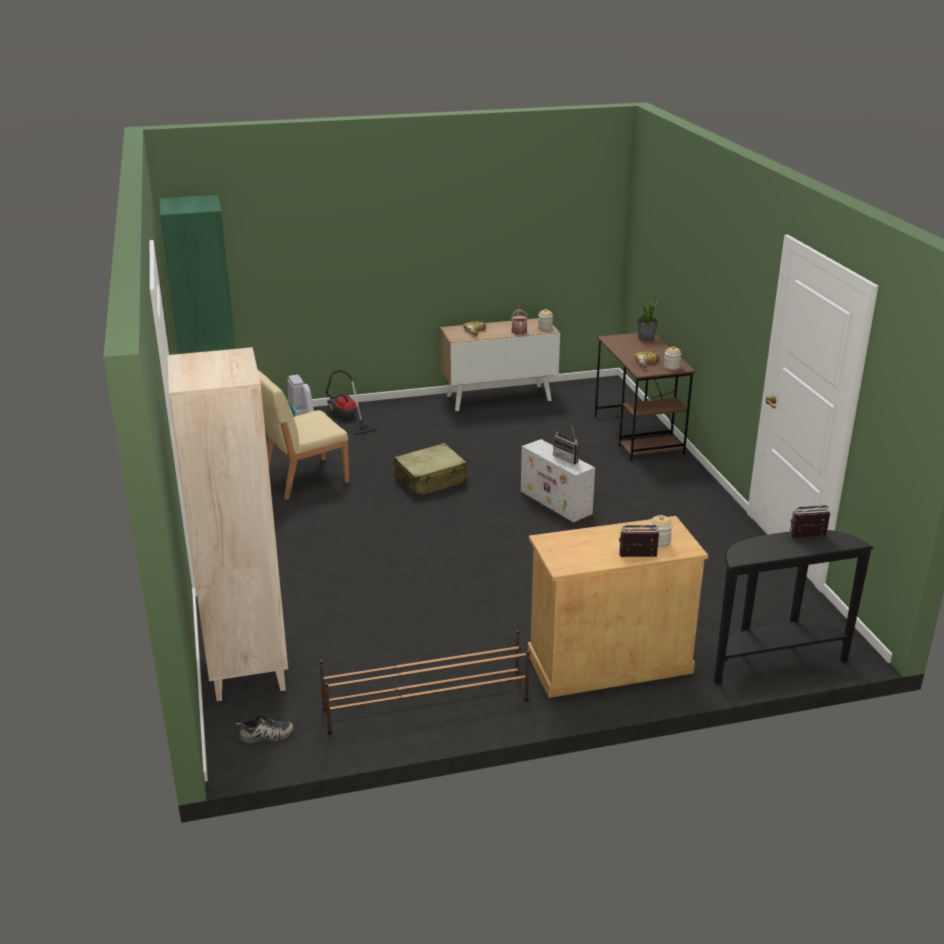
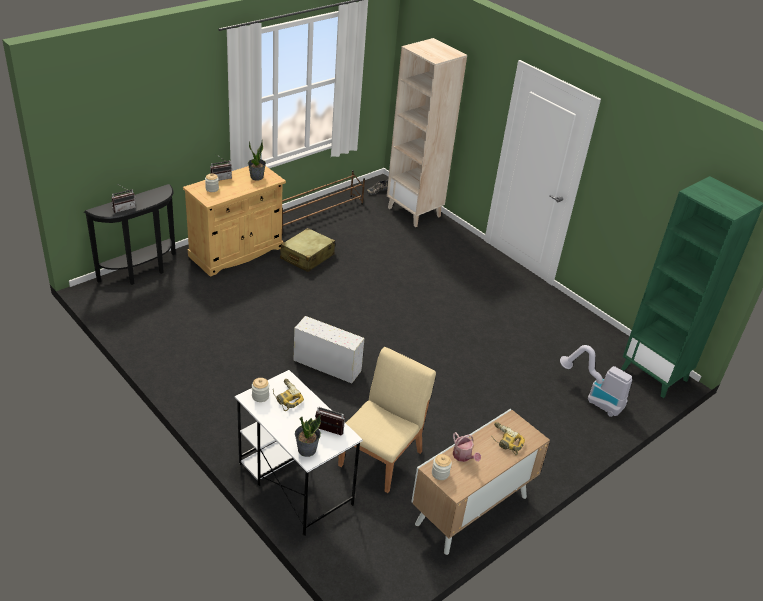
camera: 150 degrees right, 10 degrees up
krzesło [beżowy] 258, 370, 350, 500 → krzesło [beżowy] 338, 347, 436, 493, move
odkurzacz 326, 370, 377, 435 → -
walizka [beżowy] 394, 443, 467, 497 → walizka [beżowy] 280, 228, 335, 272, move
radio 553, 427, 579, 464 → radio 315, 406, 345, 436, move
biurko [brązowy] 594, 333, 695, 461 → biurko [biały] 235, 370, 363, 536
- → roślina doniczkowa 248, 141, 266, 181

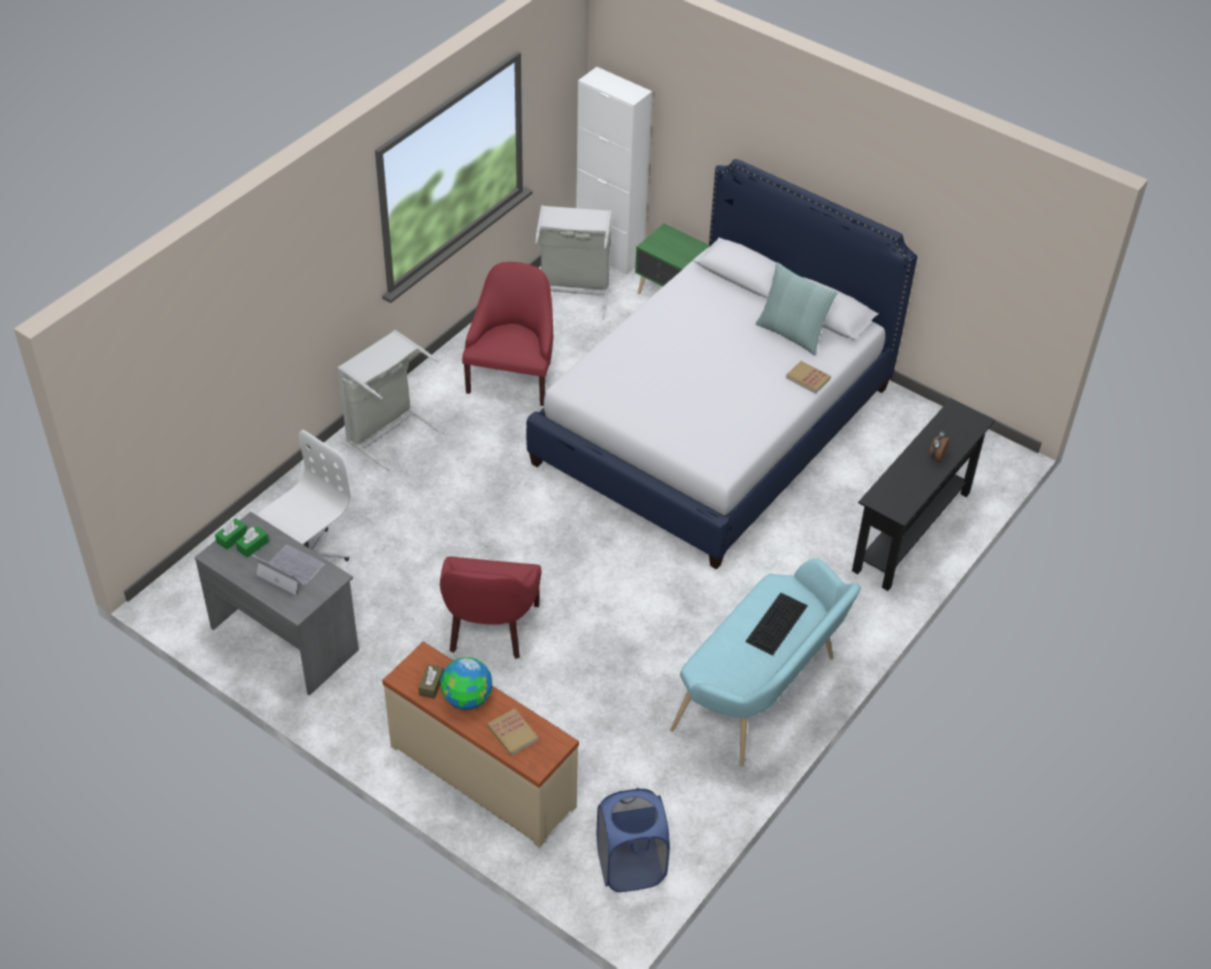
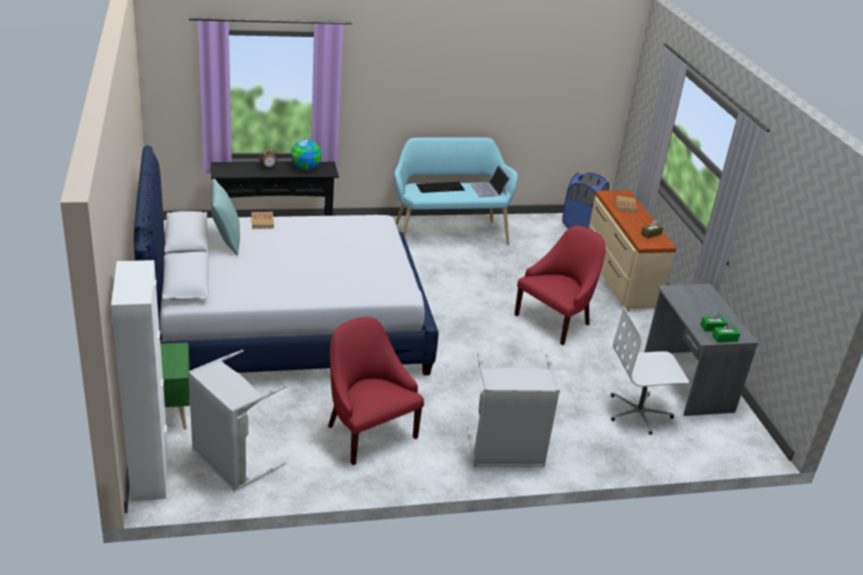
camera: 140 degrees left, 15 degrees down
laptop 251, 545, 324, 595 → laptop 470, 165, 510, 197, move
globus 441, 657, 492, 710 → globus 291, 140, 322, 170, move
fotel [czerwony] 462, 262, 553, 406 → fotel [czerwony] 328, 317, 424, 465, 90 degrees clockwise

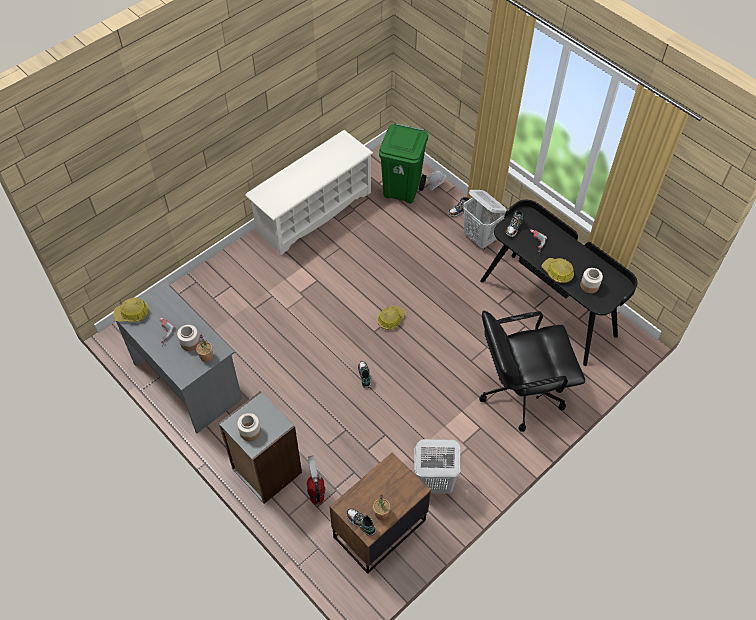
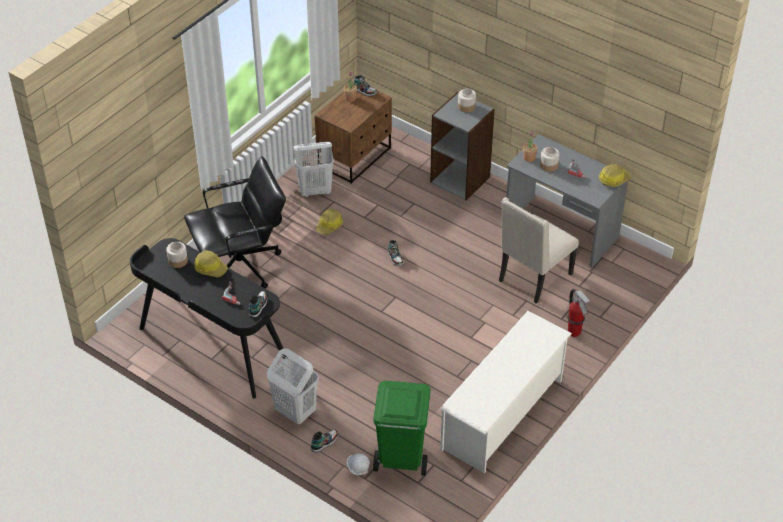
camera: 170 degrees right, 10 degrees down
gaśnica 307, 455, 325, 505 → gaśnica 568, 289, 591, 337, move
kask 377, 305, 406, 330 → kask 316, 209, 343, 235, move
- → krzesło [beżowy] 499, 197, 579, 304

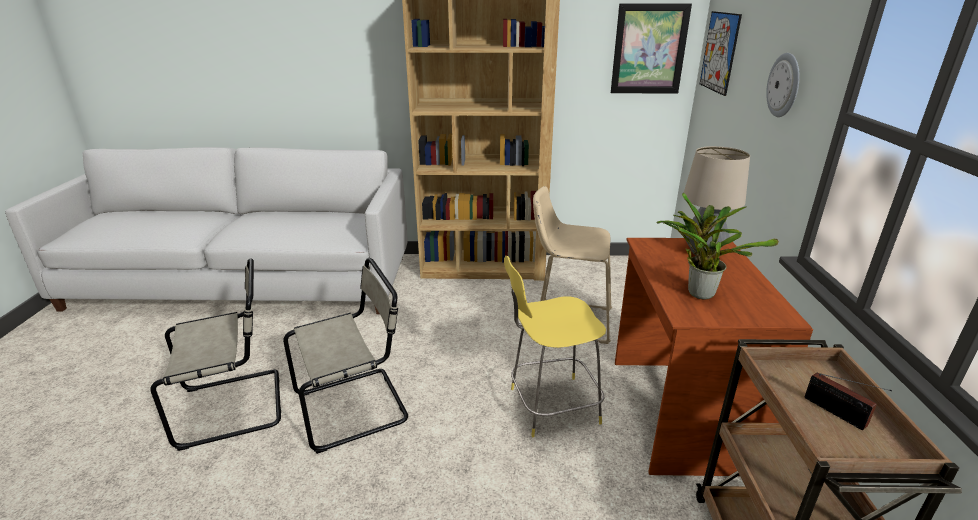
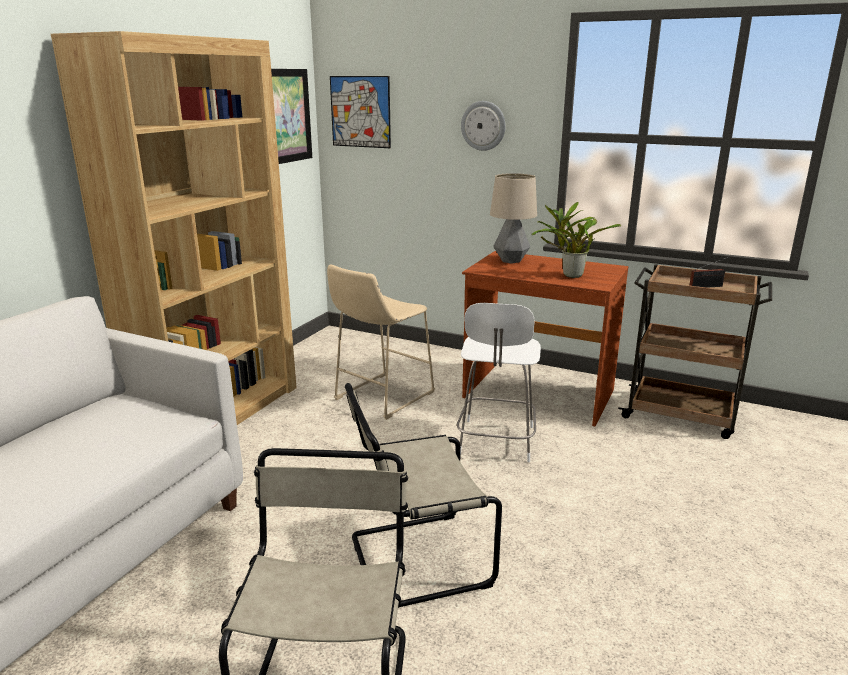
camera: 65 degrees left, 5 degrees down
krzesło [beżowy] 283, 258, 408, 454 → krzesło [beżowy] 345, 383, 502, 608, 105 degrees counterclockwise
stołek [żółty] 504, 256, 606, 437 → stołek [biały] 457, 303, 541, 462

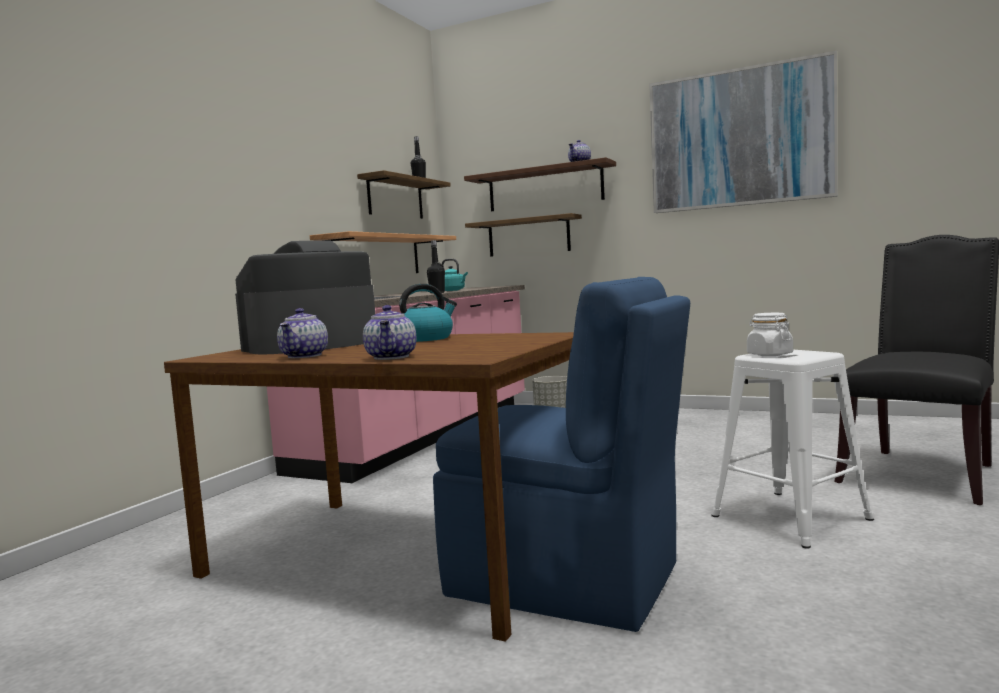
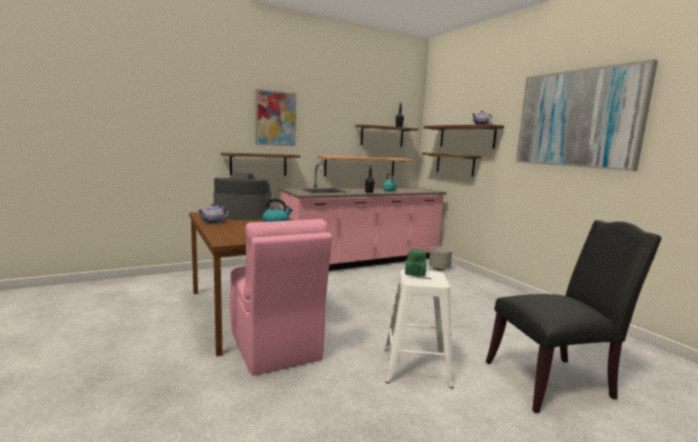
camera: 35 degrees right, 5 degrees up
imbryk 363, 305, 416, 360 → -
krzesło [niebieski] 433, 277, 690, 632 → krzesło [różowy] 230, 219, 332, 376
słoik [biały] 747, 313, 793, 356 → słoik [zielony] 405, 249, 427, 277
- → półka 221, 152, 300, 176
- → obraz 256, 89, 296, 146

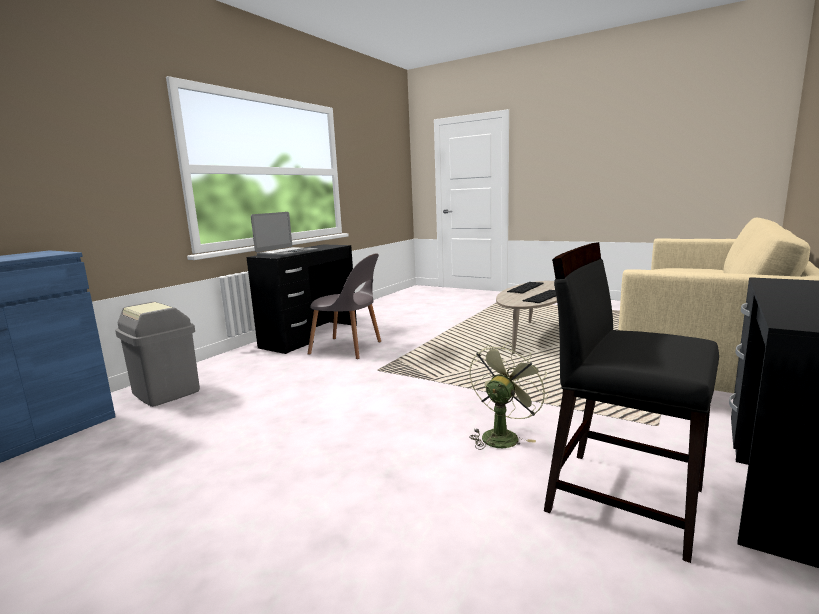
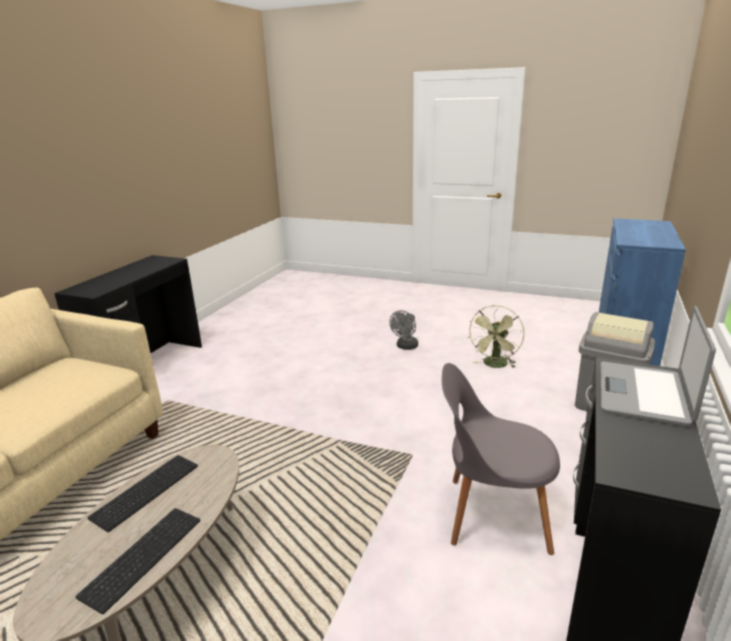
camera: 170 degrees right, 10 degrees up
wentylator [zielony] 469, 342, 548, 450 → wentylator [zielony] 468, 305, 524, 368, move
krzesło [czarny] 544, 242, 719, 563 → -
- → wentylator [szary] 389, 310, 418, 350

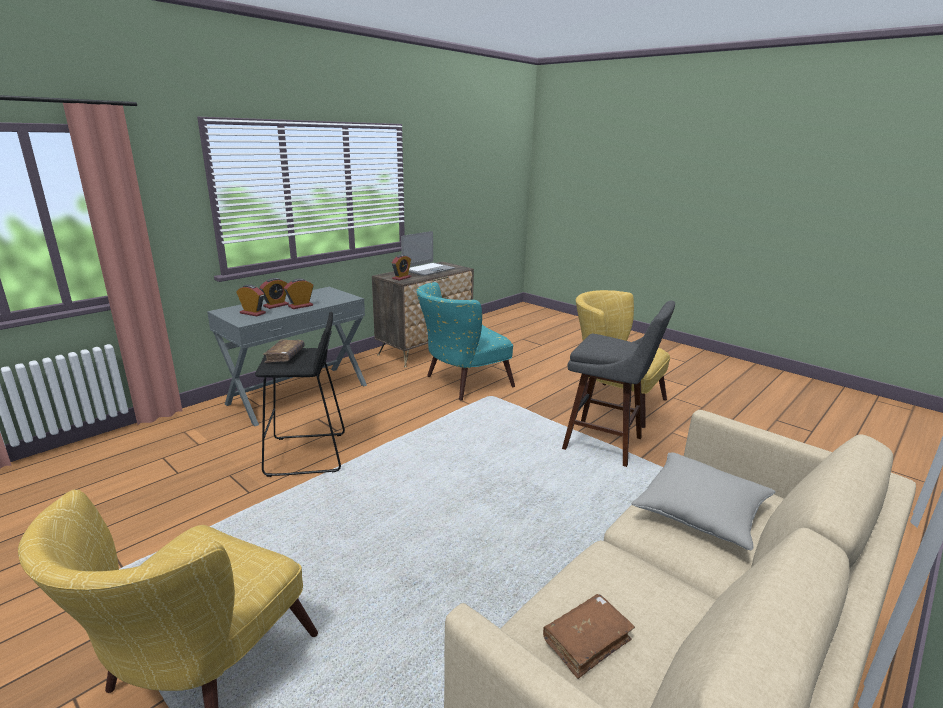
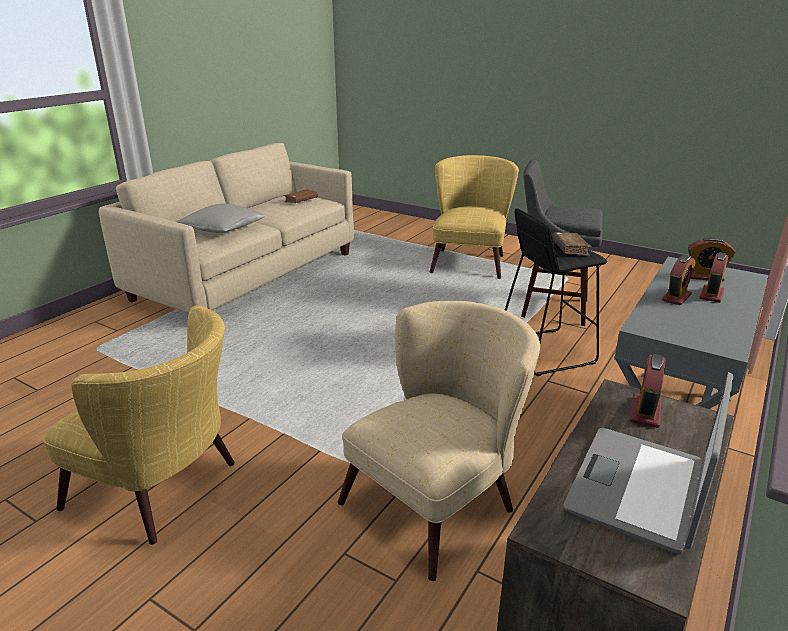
camera: 170 degrees right, 5 degrees up
fotel [turkusowy] 416, 282, 515, 400 → fotel [beżowy] 338, 301, 540, 581
stołek [szary] 562, 300, 675, 467 → stołek [szary] 521, 159, 603, 326, move

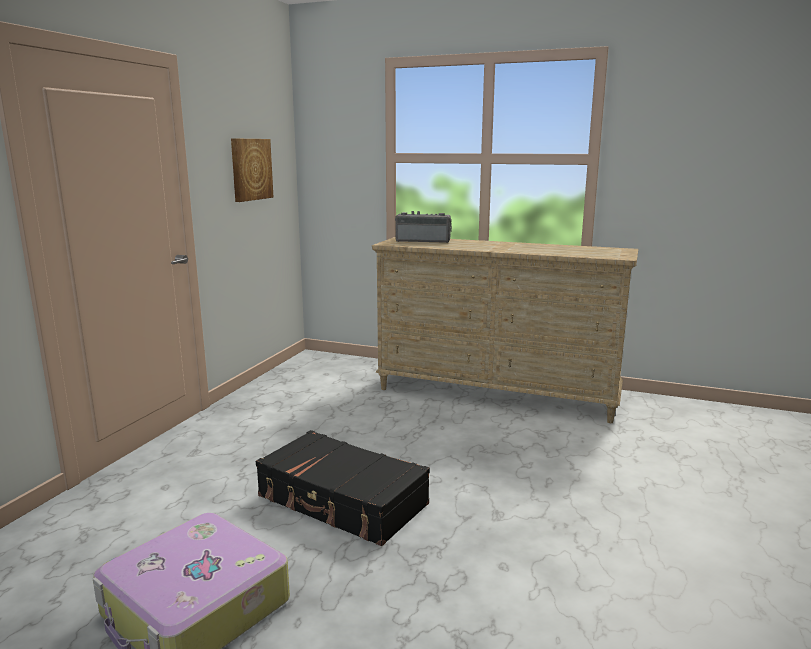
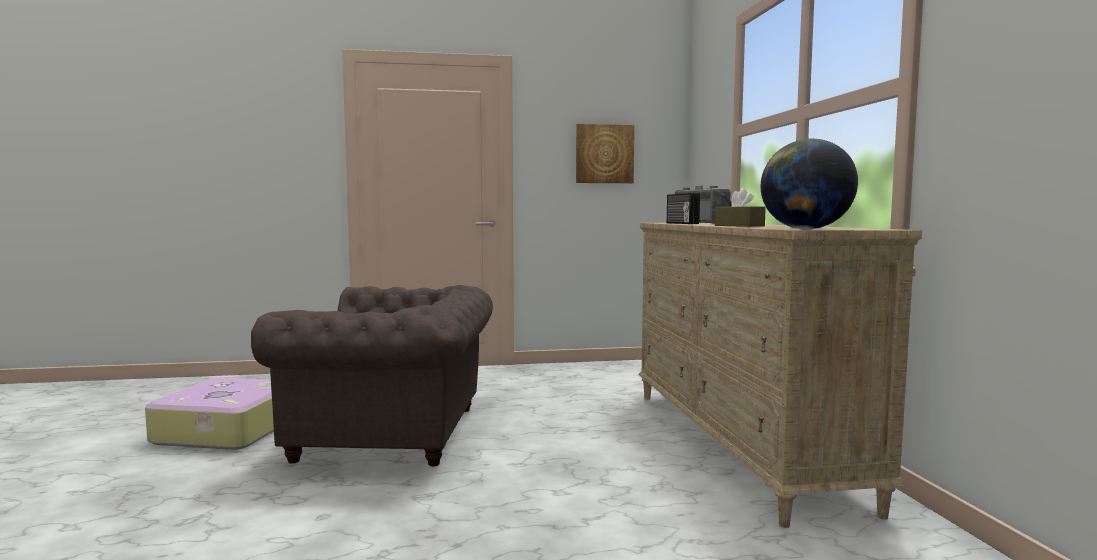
camera: 60 degrees right, 10 degrees down
walizka [czarny] 256, 430, 430, 546 → fotel [brązowy] 251, 285, 493, 466
- → radio 667, 193, 700, 224
- → pudełko chusteczek [brązowy] 715, 188, 766, 227
- → globus 761, 139, 858, 229

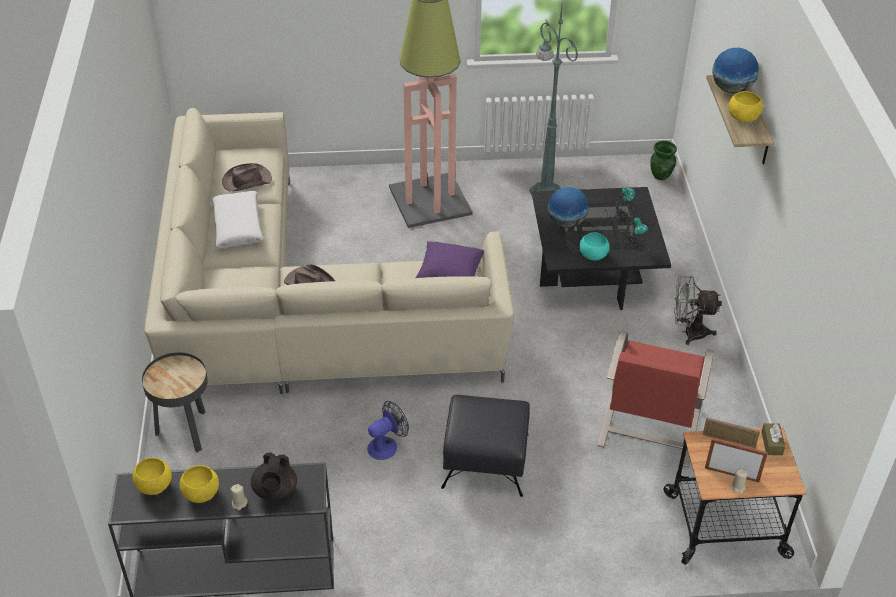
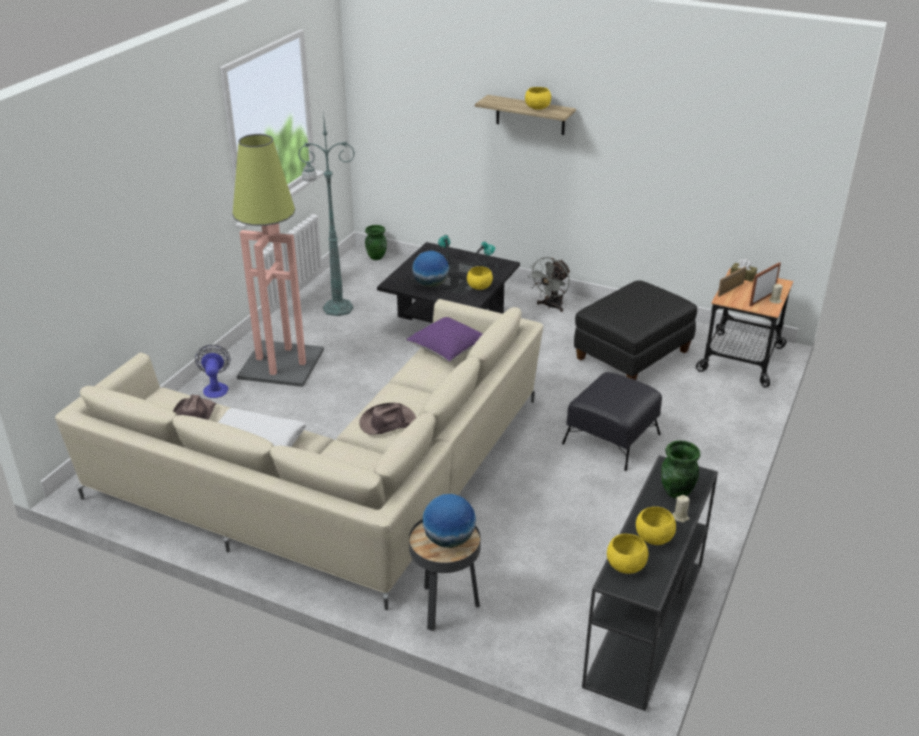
camera: 60 degrees left, 10 degrees down
imbryk [czarny] 251, 452, 297, 501 → wazon [zielony] 661, 440, 701, 499
wentylator 367, 401, 409, 460 → wentylator 195, 345, 230, 398, move
miska [turkusowy] 579, 232, 610, 261 → miska [żółty] 467, 266, 493, 290
fotel [czerwony] 597, 330, 714, 467 → pufa [czarny] 574, 280, 697, 380
globus 712, 48, 759, 93 → globus 423, 494, 476, 548, move

